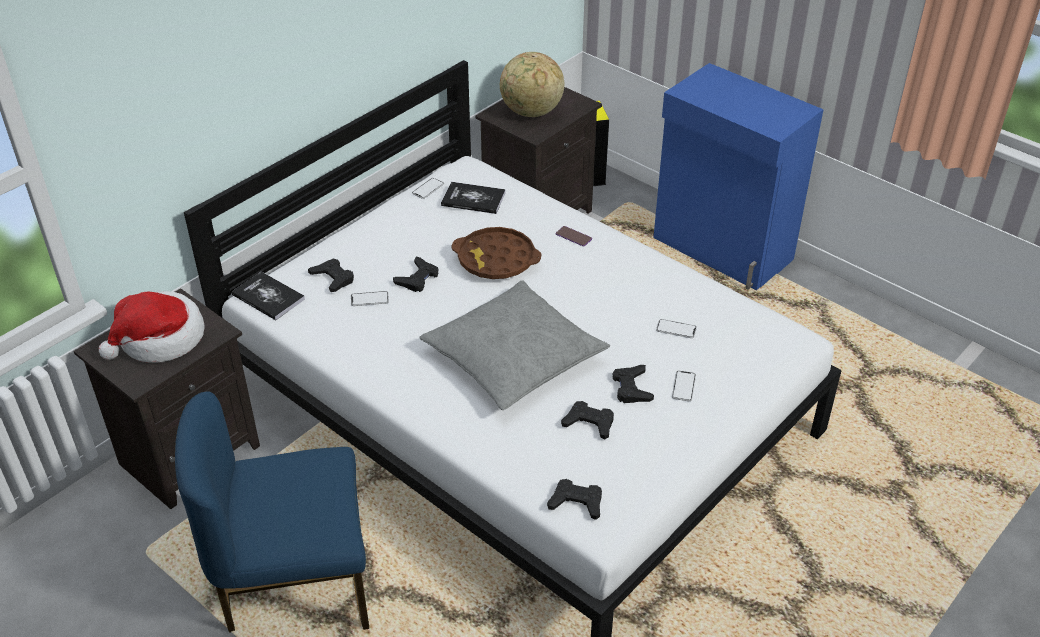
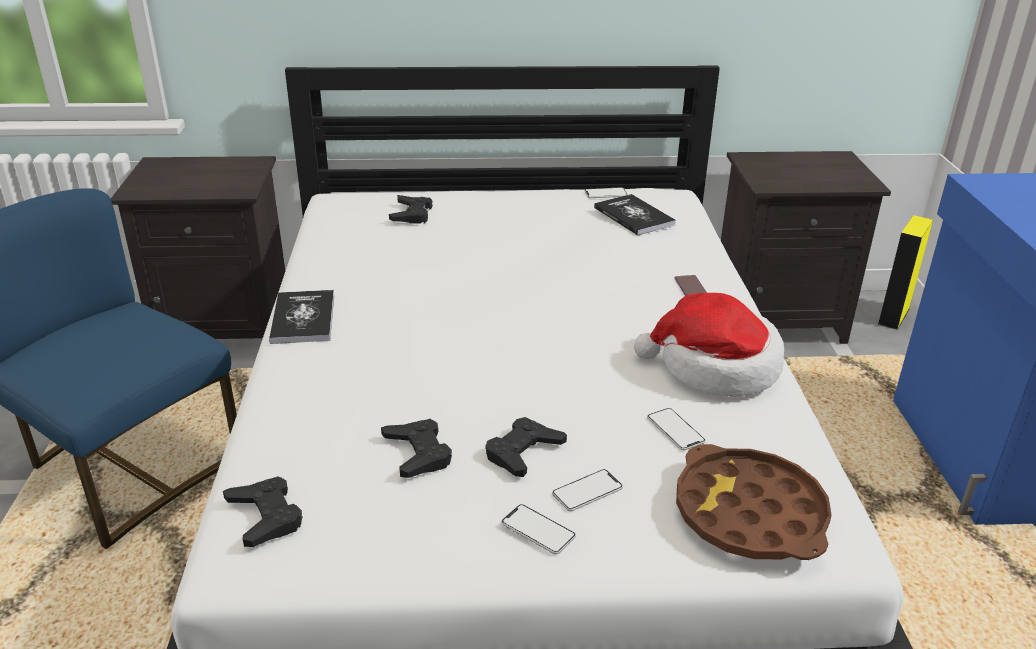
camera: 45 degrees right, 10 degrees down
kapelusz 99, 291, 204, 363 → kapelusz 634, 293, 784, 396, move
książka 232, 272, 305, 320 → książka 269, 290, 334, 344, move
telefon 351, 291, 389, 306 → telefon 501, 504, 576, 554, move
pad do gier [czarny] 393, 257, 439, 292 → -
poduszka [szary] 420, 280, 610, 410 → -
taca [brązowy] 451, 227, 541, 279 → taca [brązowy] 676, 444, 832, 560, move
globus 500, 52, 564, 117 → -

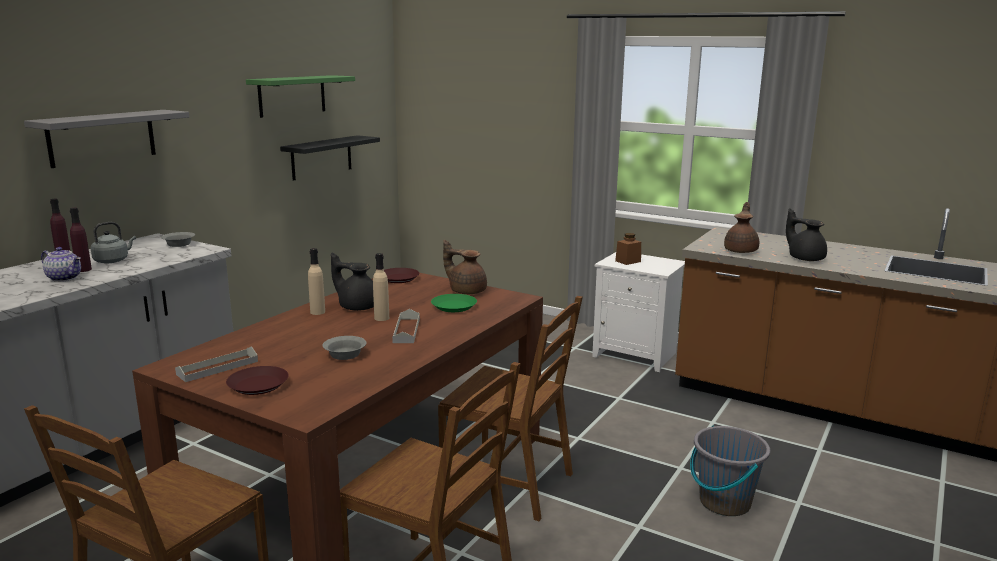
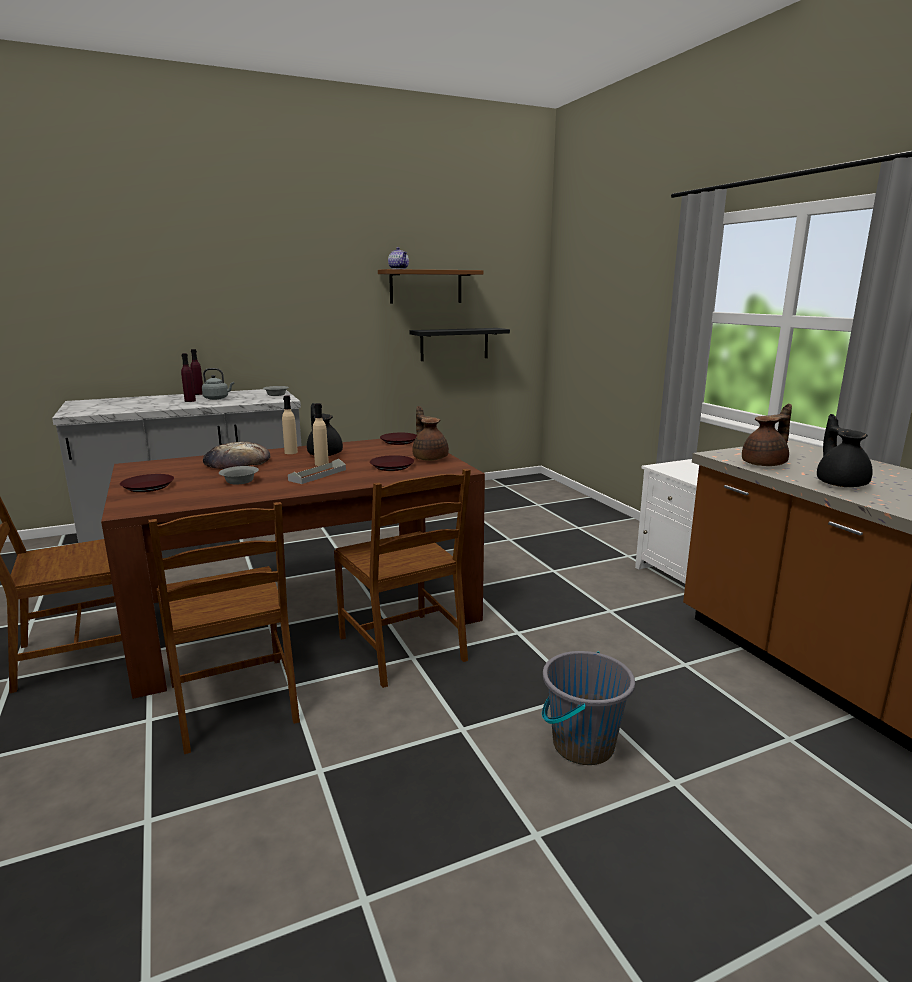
camera: 35 degrees right, 0 degrees up
półka [szary] 24, 110, 190, 168 → -
imbryk 41, 247, 81, 282 → imbryk 388, 247, 409, 269, move
taca [szary] 175, 347, 258, 382 → -
półka [zielony] 246, 75, 355, 118 → półka [brązowy] 378, 269, 483, 304
talerz [zielony] 431, 294, 477, 312 → talerz [brązowy] 370, 455, 414, 471
słoik [brązowy] 615, 233, 641, 265 → -
- → chleb 203, 442, 270, 469

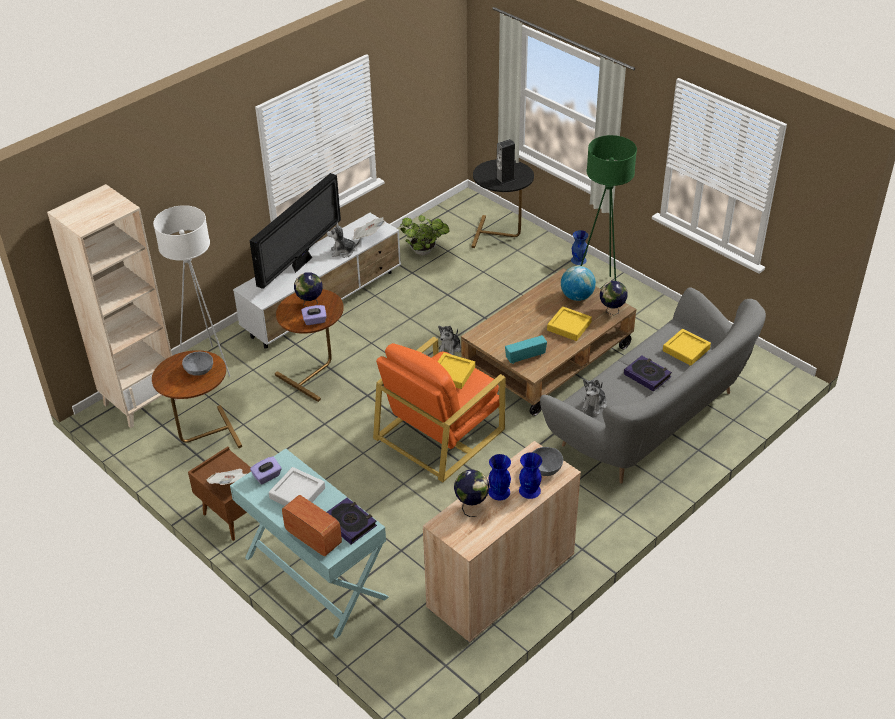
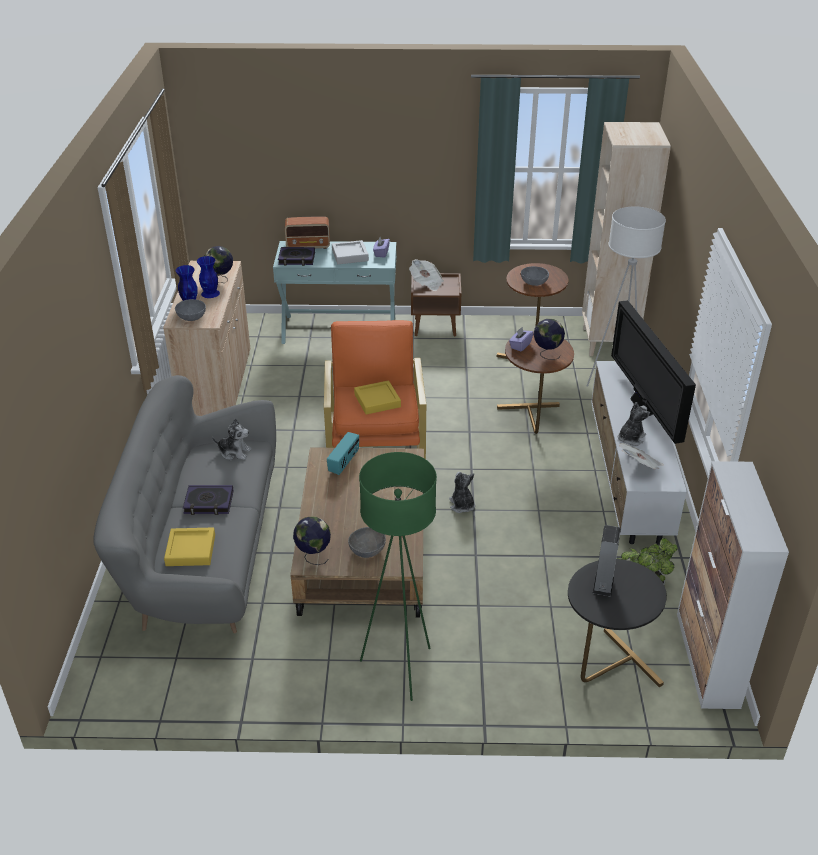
camera: 135 degrees right, 5 degrees down
taca [żółty] 547, 306, 592, 341 → -
globus 561, 266, 596, 301 → miska [szary] 348, 527, 386, 558
wazon [niebieski] 571, 230, 588, 265 → -
pluszak 582, 379, 607, 415 → pluszak 212, 418, 251, 460, 120 degrees clockwise
- → szafka 677, 461, 789, 709

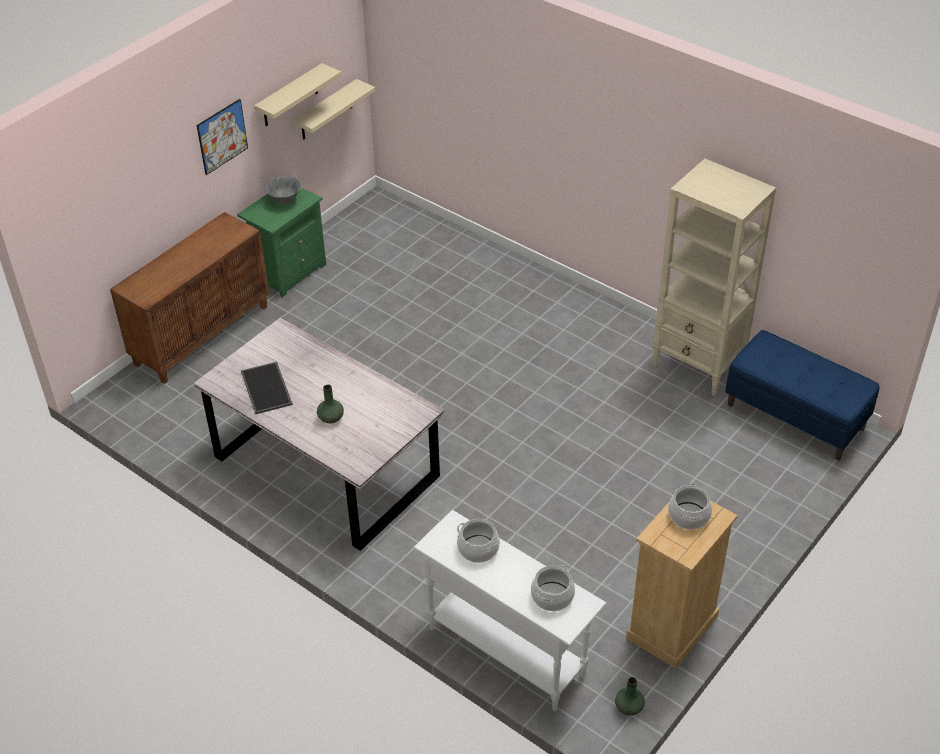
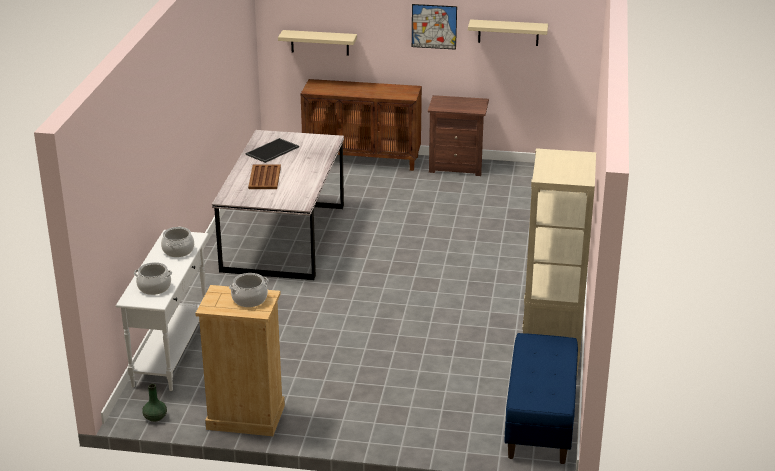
camera: 60 degrees right, 15 degrees down
szafka nocna [zielony] 237, 187, 326, 297 → szafka nocna [brązowy] 428, 95, 489, 176
miska [szary] 266, 176, 301, 204 → -
półka [beżowy] 293, 79, 375, 140 → półka [beżowy] 278, 30, 357, 56, move
wazon [zielony] 317, 384, 344, 423 → taca [brązowy] 248, 164, 281, 189

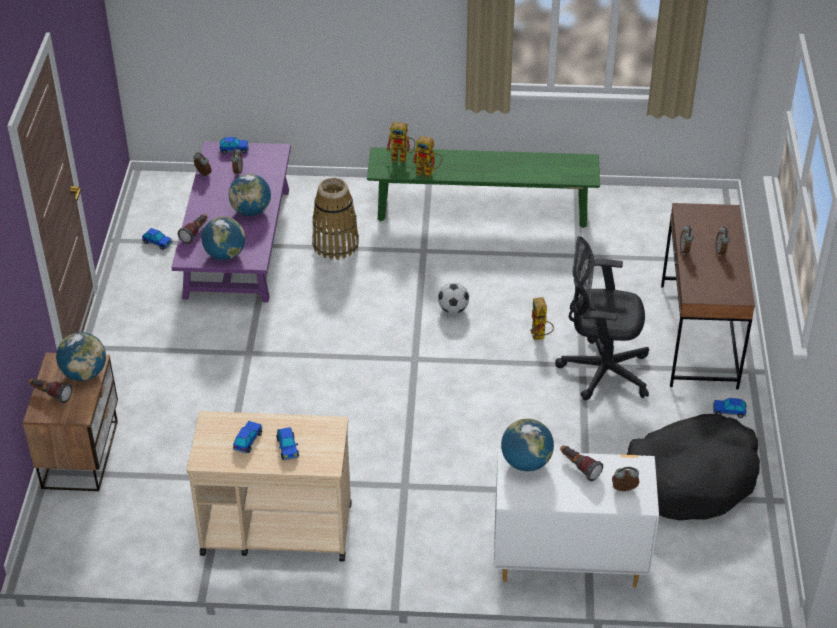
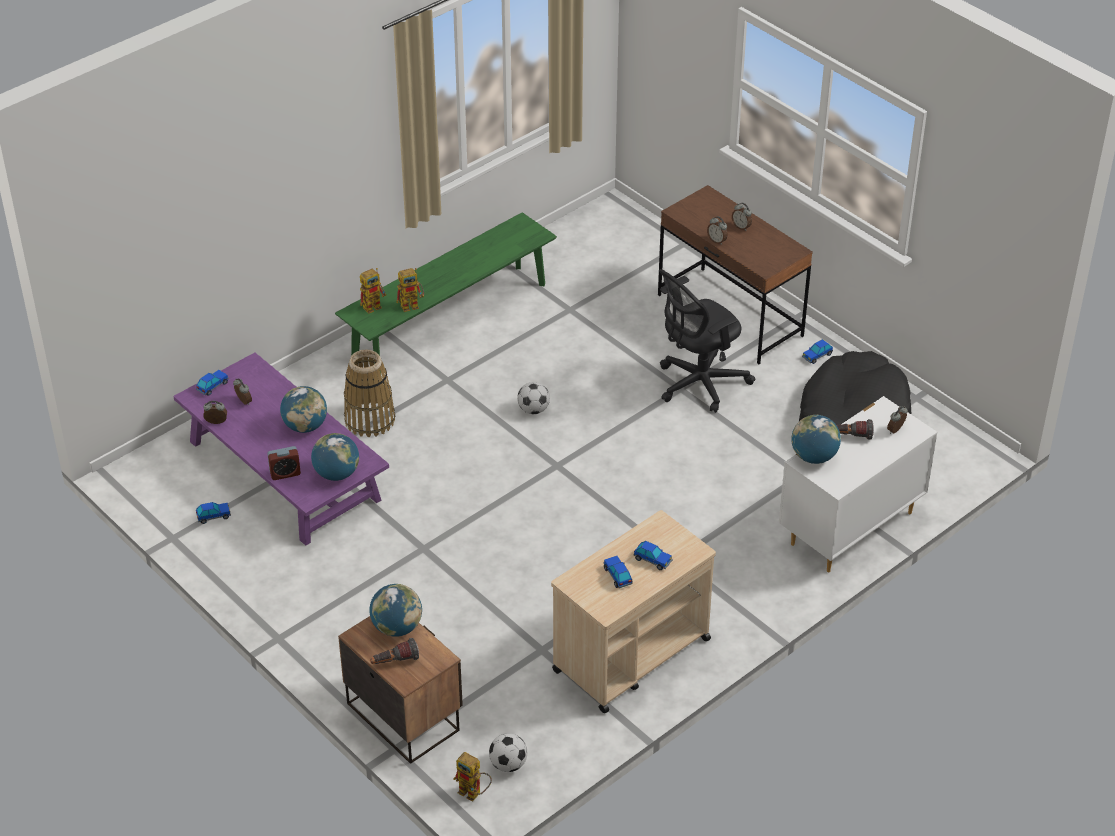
camera: 45 degrees left, 0 degrees up
latarka 178, 214, 207, 244 → budzik 267, 446, 301, 480
robot zabawkowy 530, 297, 554, 340 → robot zabawkowy 454, 752, 492, 802, move
- → piłka futbolowa 489, 733, 527, 772

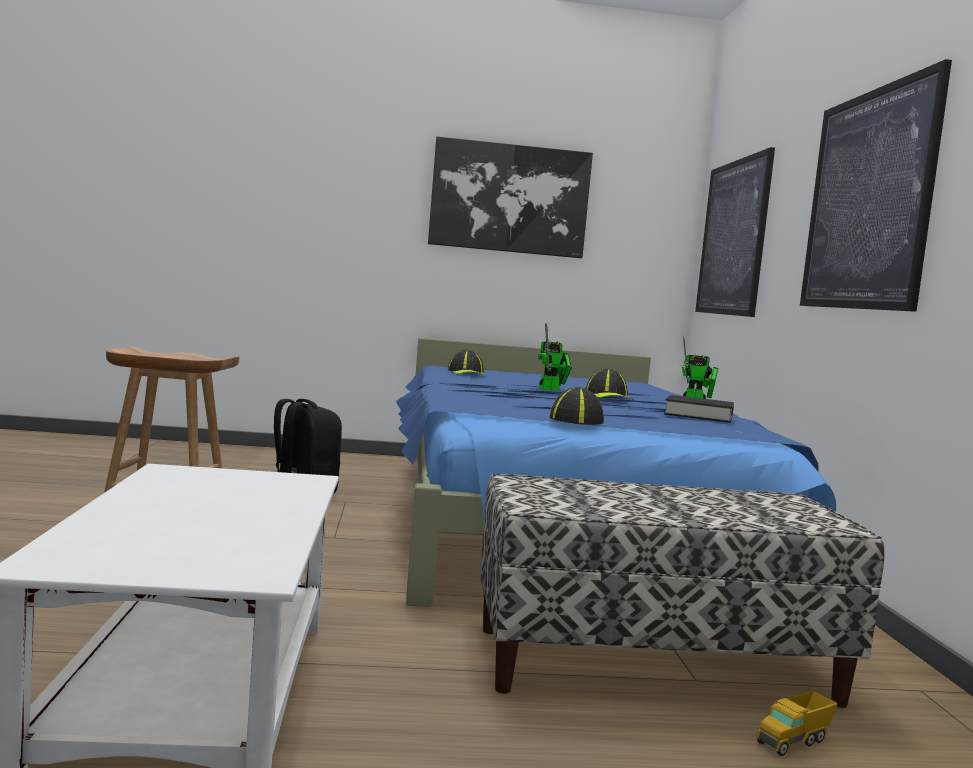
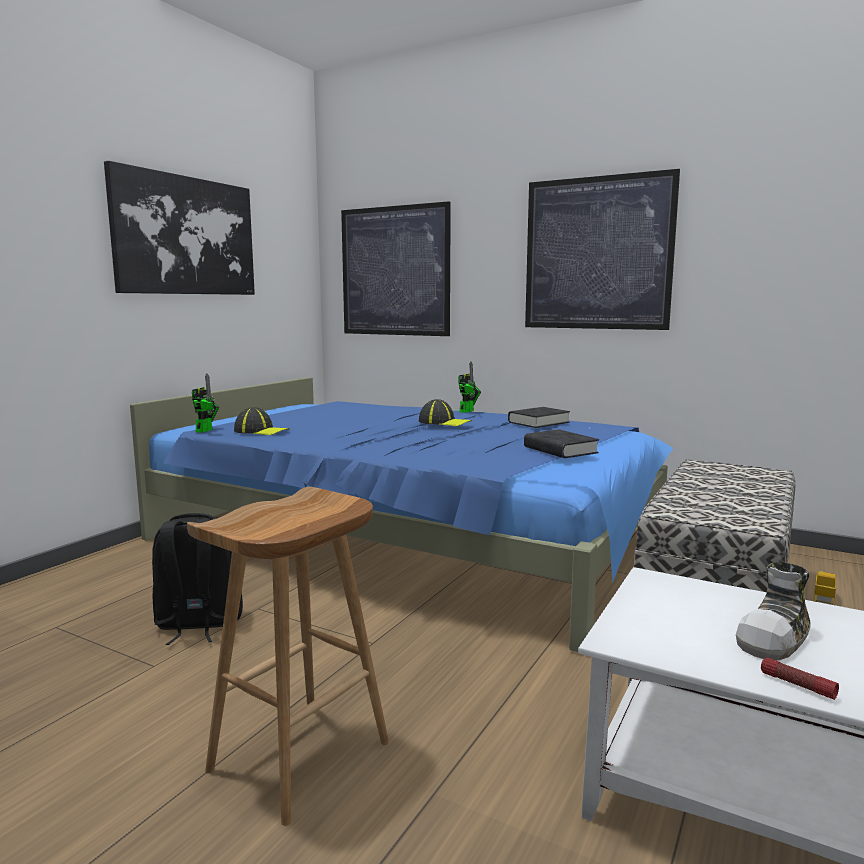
camera: 55 degrees left, 5 degrees up
robot zabawkowy 538, 323, 572, 391 → robot zabawkowy 192, 374, 219, 433, move
czapka z daszkiem 550, 387, 604, 425 → książka [czarny] 524, 429, 599, 458
ciężarówka zabawkowa 756, 691, 838, 756 → ciężarówka zabawkowa 814, 571, 836, 605, 150 degrees counterclockwise
- → but 736, 562, 811, 661
- → latarka 761, 658, 839, 700

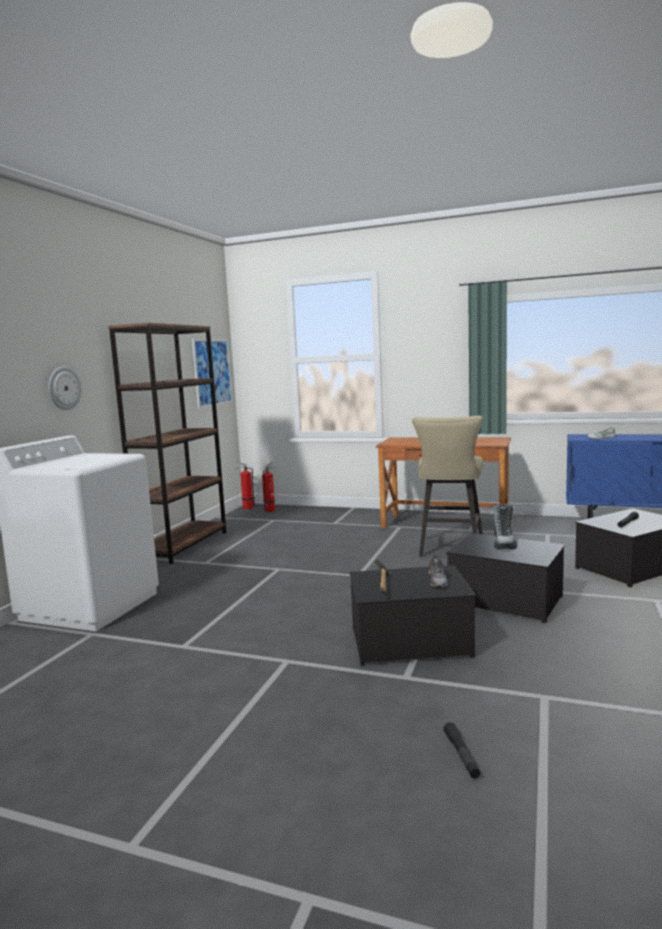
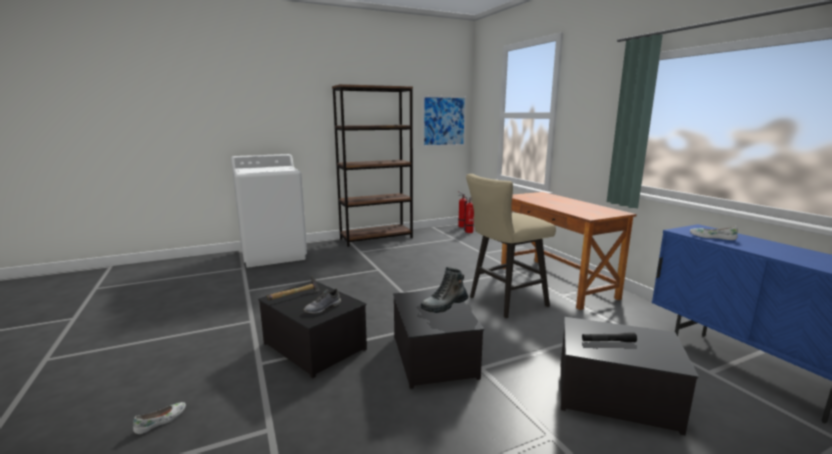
camera: 45 degrees right, 5 degrees up
zegar ścienny 49, 367, 82, 410 → -
latarka [czarny] 443, 722, 480, 779 → but [biały] 133, 402, 186, 434

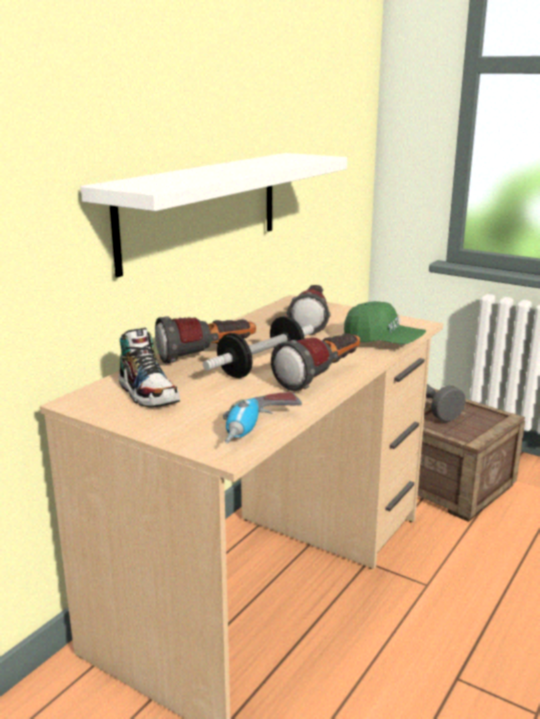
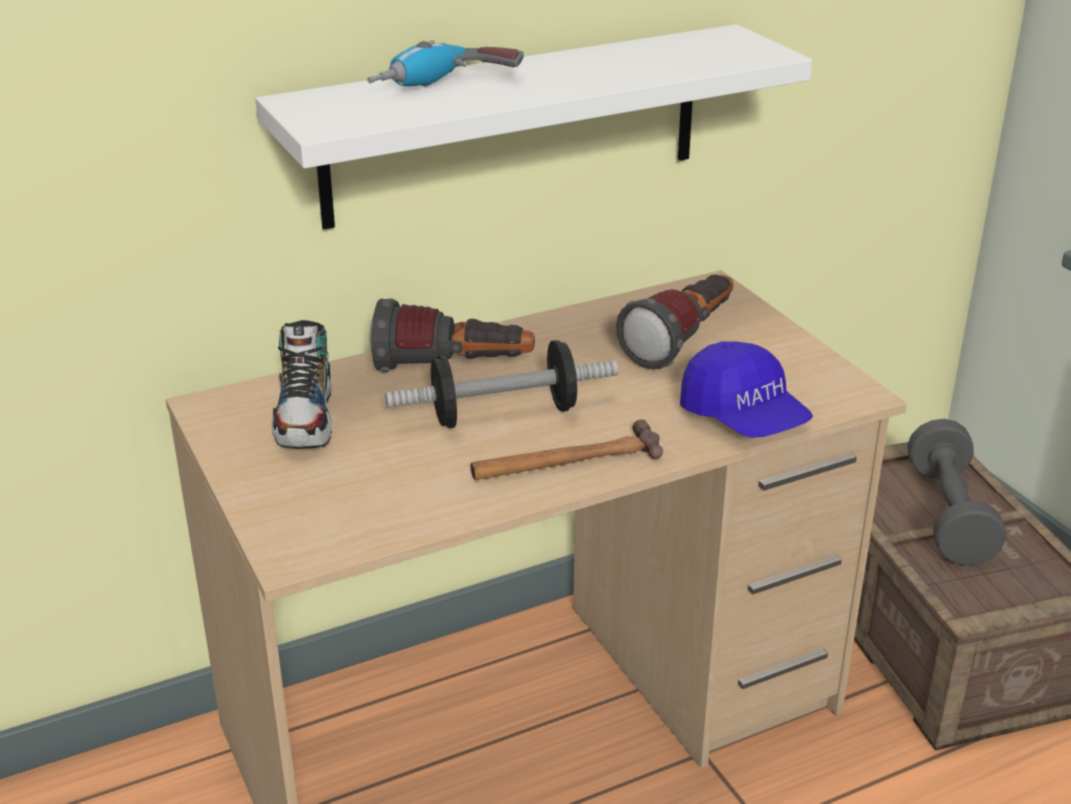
camera: 30 degrees right, 10 degrees up
wiertarka 223, 392, 302, 444 → wiertarka 367, 40, 524, 87, move
latarka 271, 333, 360, 391 → młotek 471, 419, 663, 480
czapka z daszkiem [zielony] 344, 301, 426, 344 → czapka z daszkiem [niebieski] 680, 341, 813, 438

